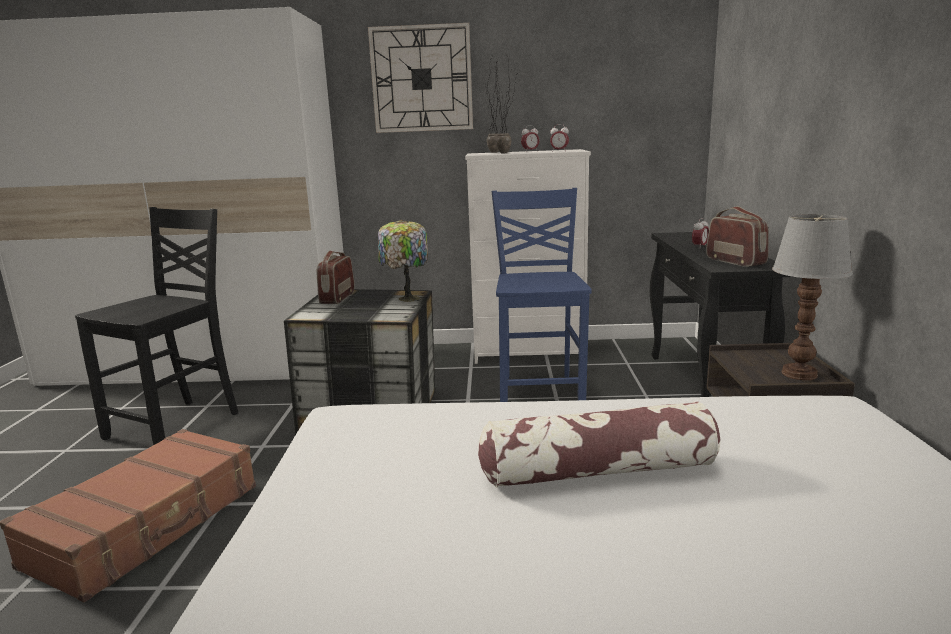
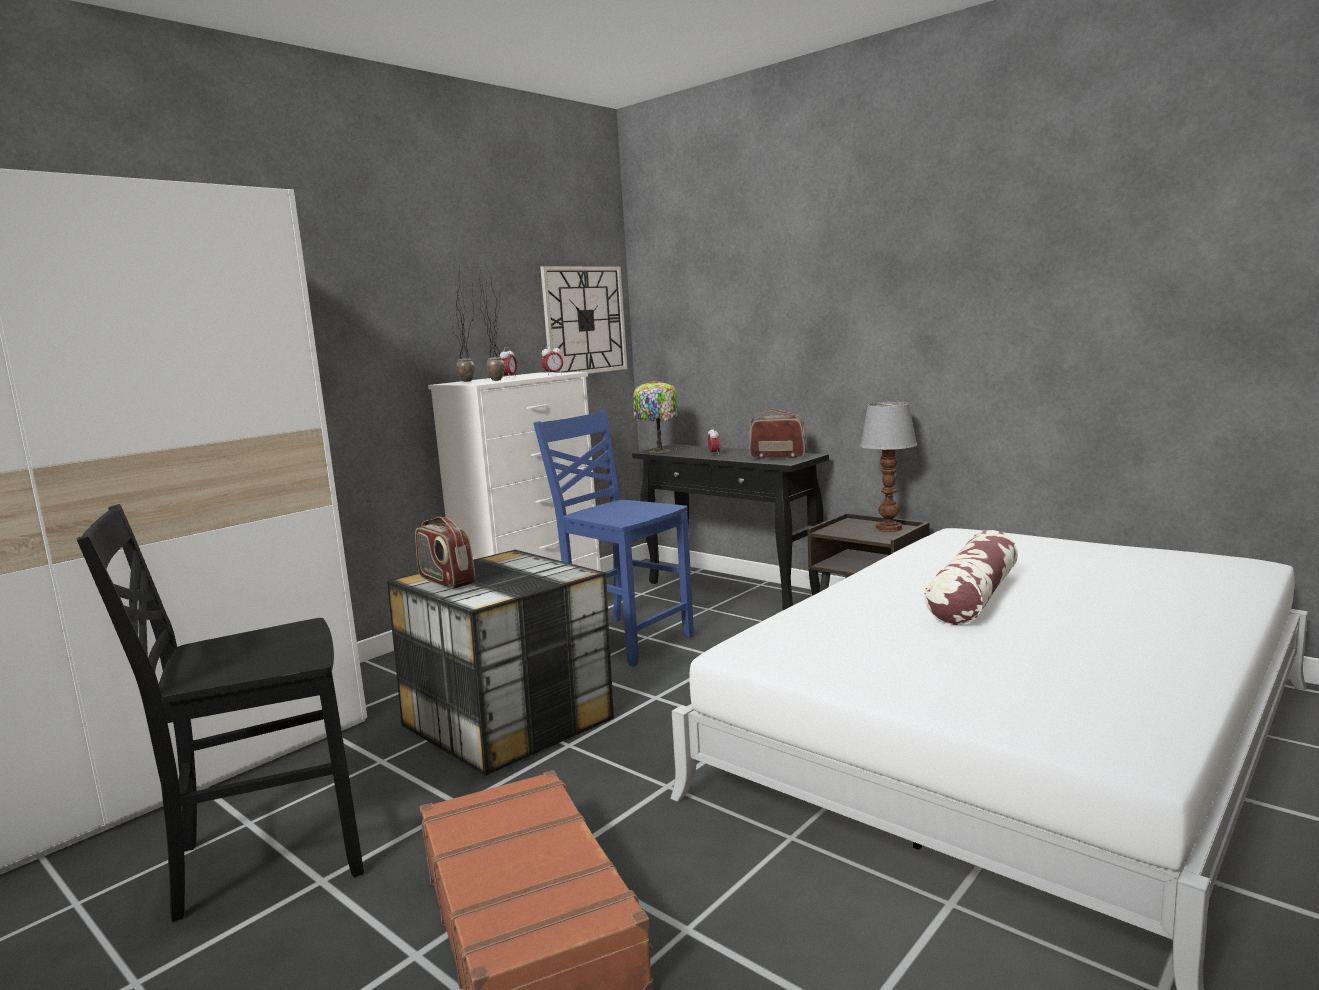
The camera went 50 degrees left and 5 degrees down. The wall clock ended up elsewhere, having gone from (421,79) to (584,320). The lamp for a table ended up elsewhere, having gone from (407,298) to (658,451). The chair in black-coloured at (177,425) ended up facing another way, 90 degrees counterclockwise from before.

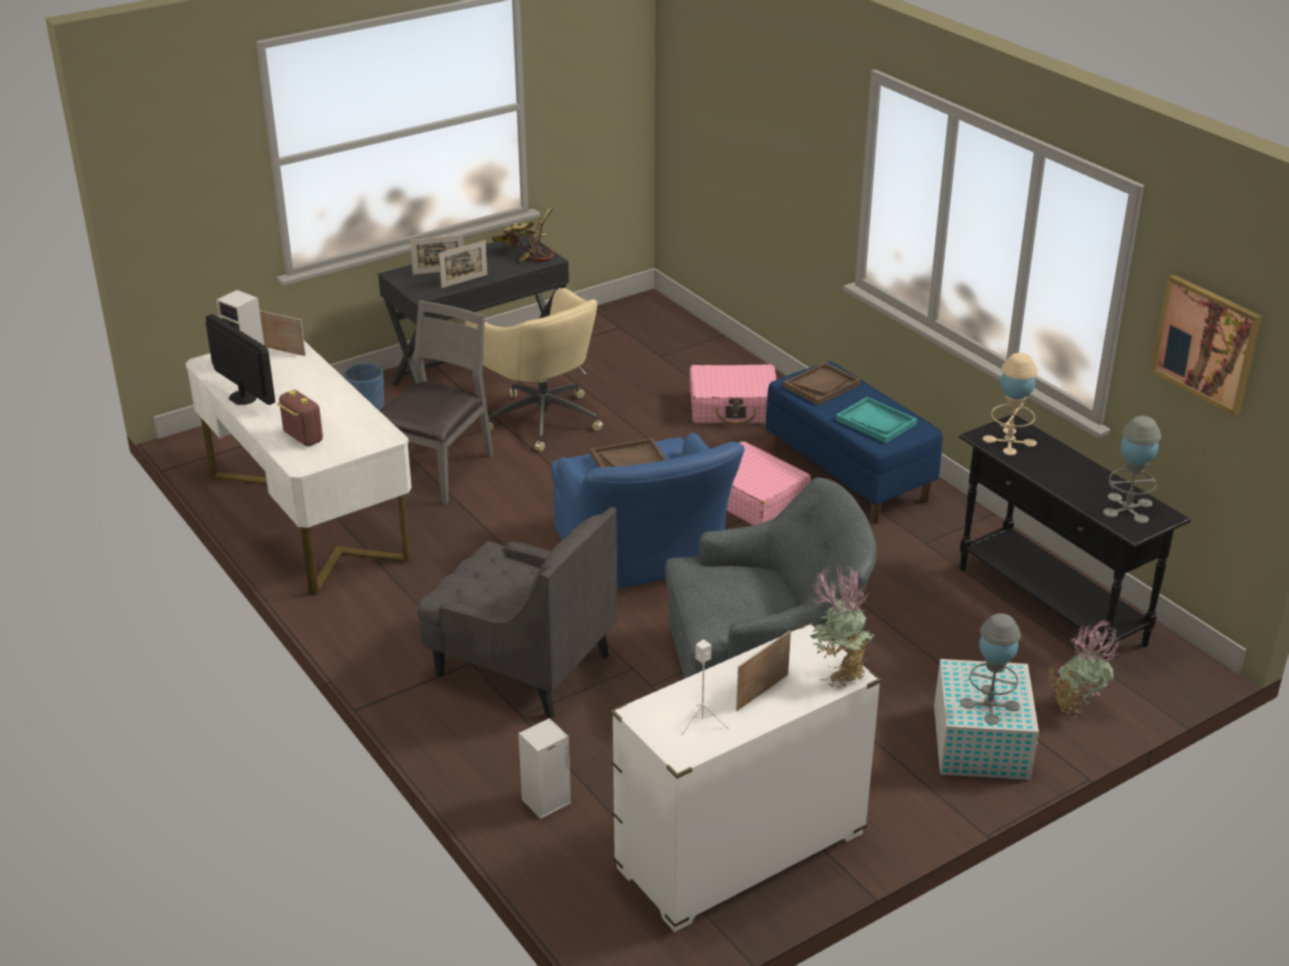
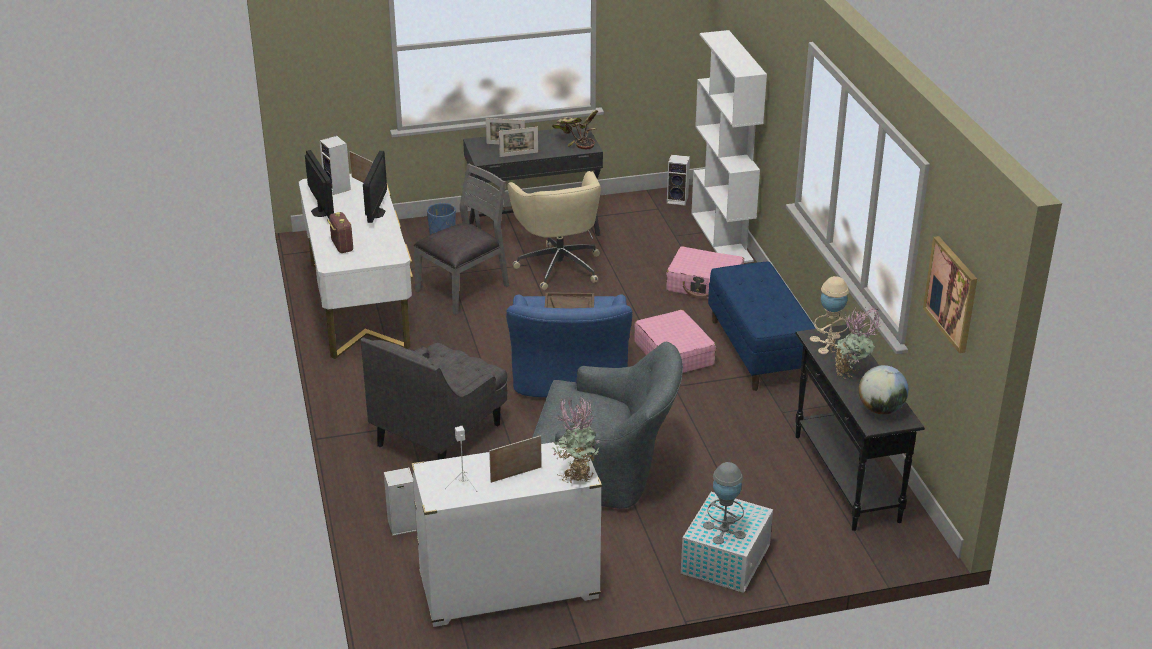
The camera went 20 degrees right and 0 degrees up. The second view lost the tray in brown at (821,385). The second view lost the tray in turquoise at (876,422). The second view gained the computer display at (375,213). The second view gained the speaker at (678,200). The second view gained the bookcase in white-coloured at (722,237). The potted plant ended up elsewhere, having gone from (1076,706) to (851,373). Where the lamp for a table in gray stood at (1127,508), the globe came to stand at (881,409). The lounge chair in gray at (520,665) ended up facing another way, 75 degrees clockwise from before.

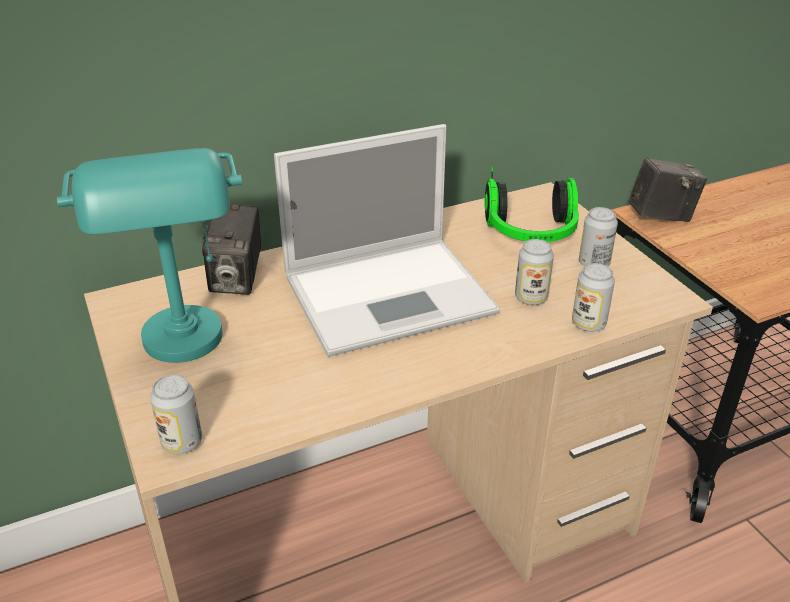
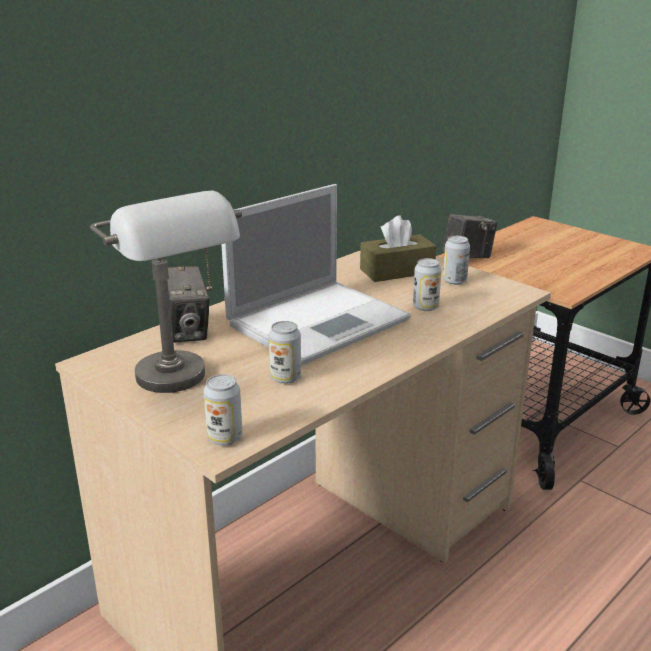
The camera went 20 degrees left and 10 degrees down. The metal can ended up elsewhere, having gone from (588,324) to (285,378). Where the headphones stood at (531,234), the tissue holder in brown came to stand at (397,271). What was the lamp for a table in turquoise at (188,354) turned into the lamp for a table in gray at (183,384).

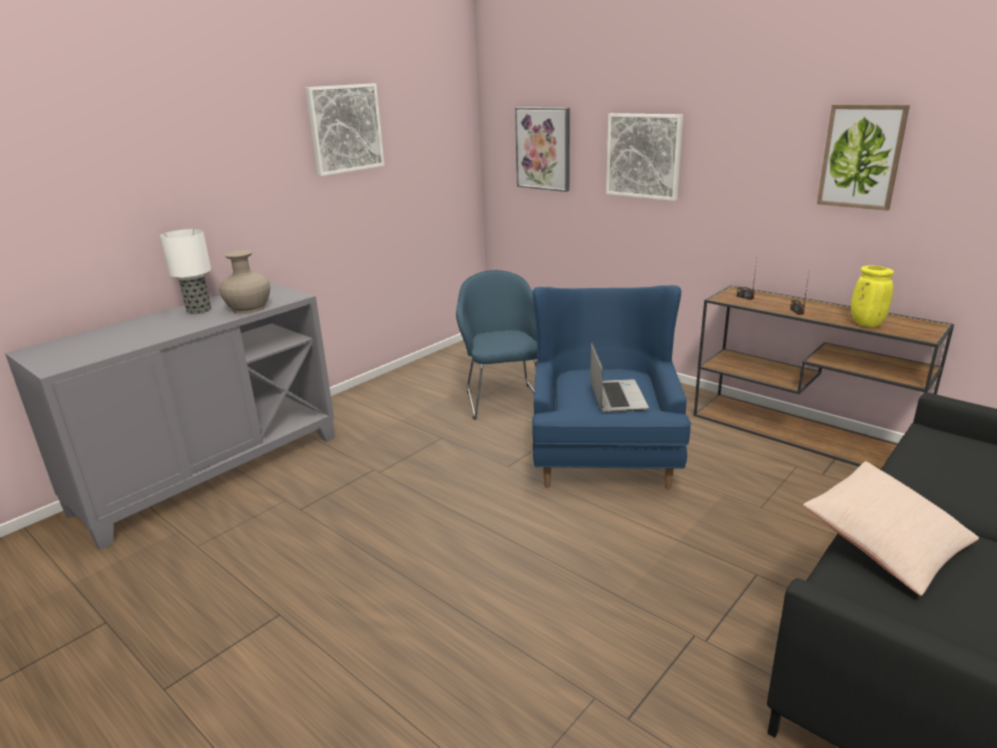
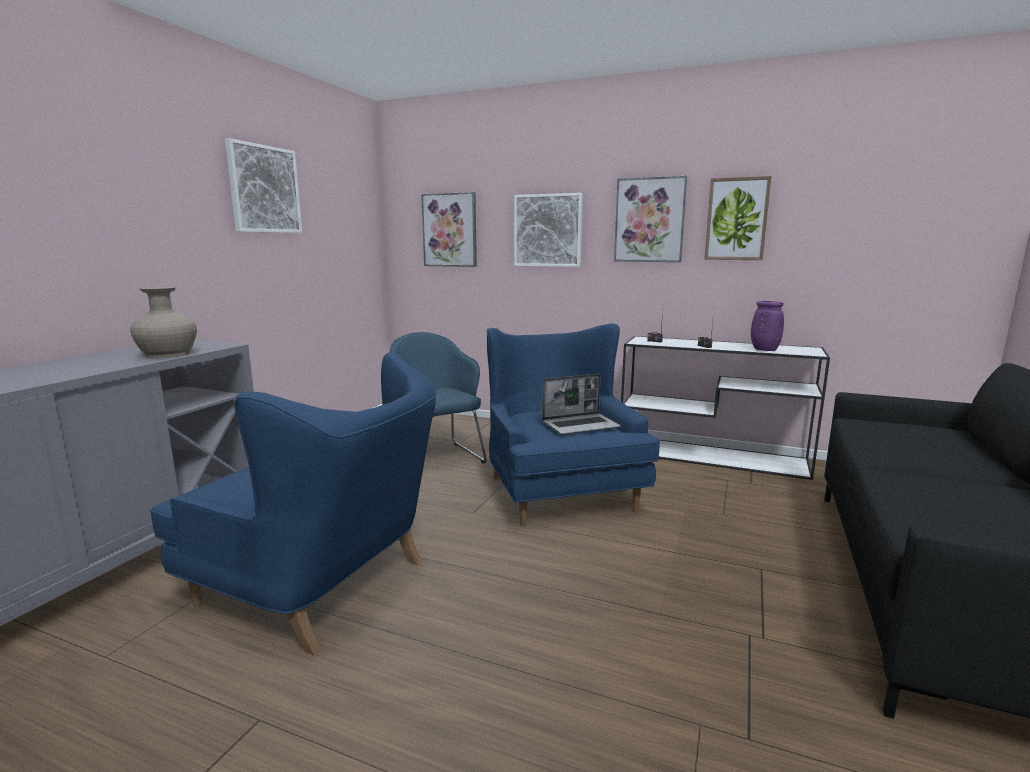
The camera went 20 degrees left and 10 degrees down. The second view lost the lamp for a table at (199,310). The second view lost the pillow in beige at (885,543). The second view gained the lounge chair in bluish at (319,584). The second view gained the wall picture at (649,220). What was the narrow table in brown at (803,433) turned into the narrow table in white-coloured at (713,456). What was the vase in yellow-coloured at (865,324) turned into the vase in purple-coloured at (763,350). The laptop at (616,397) ended up facing another way, 90 degrees clockwise from before.

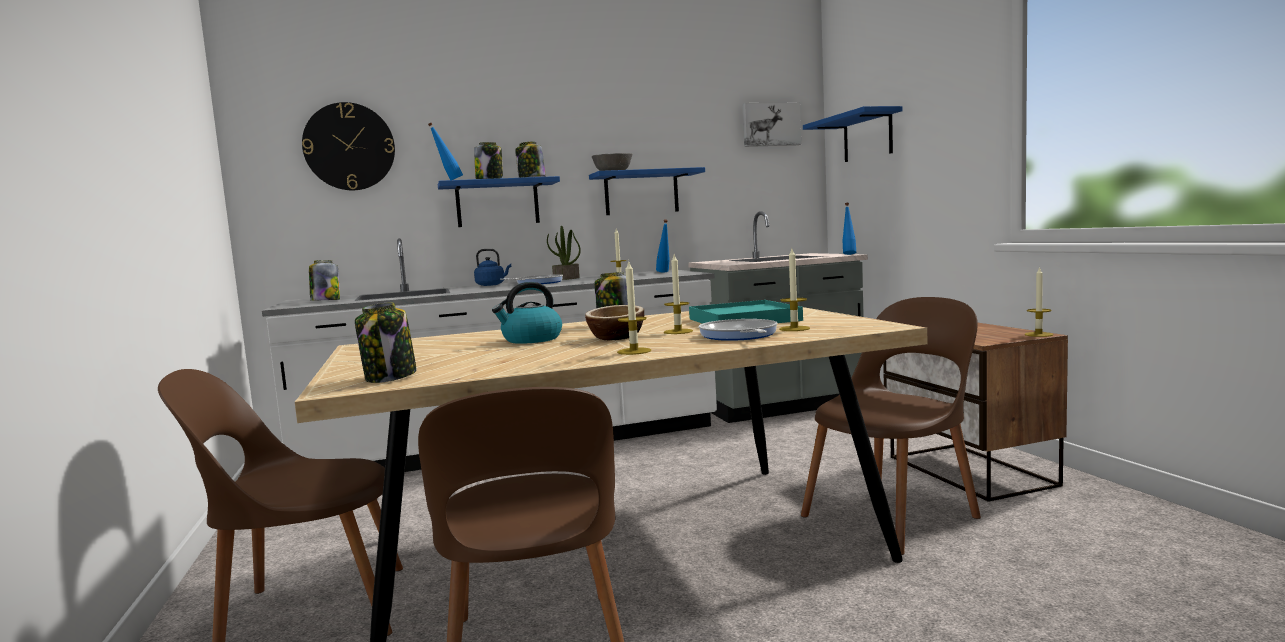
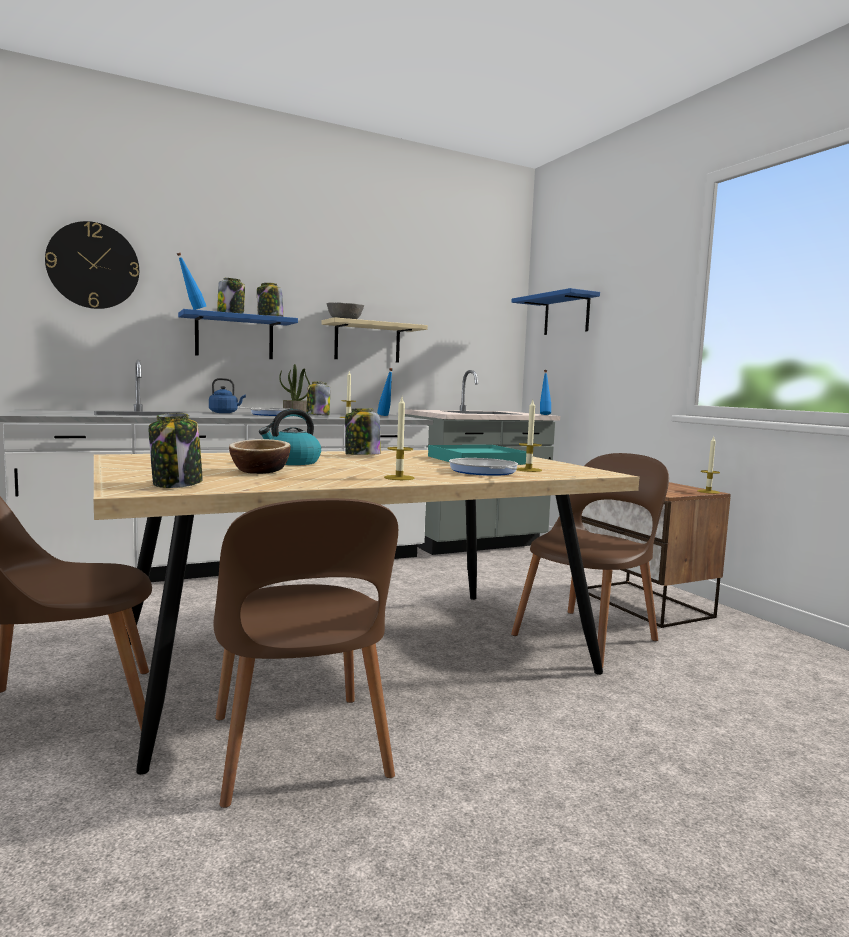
The camera went 10 degrees left and 0 degrees up. The second view lost the wax candle at (678,331). The second view lost the wall picture at (770,125). The storage jar ended up elsewhere, having gone from (325,301) to (317,415). The serving bowl ended up elsewhere, having gone from (616,337) to (260,471). What was the shelf in bluish at (641,193) turned into the shelf in beige at (367,342).

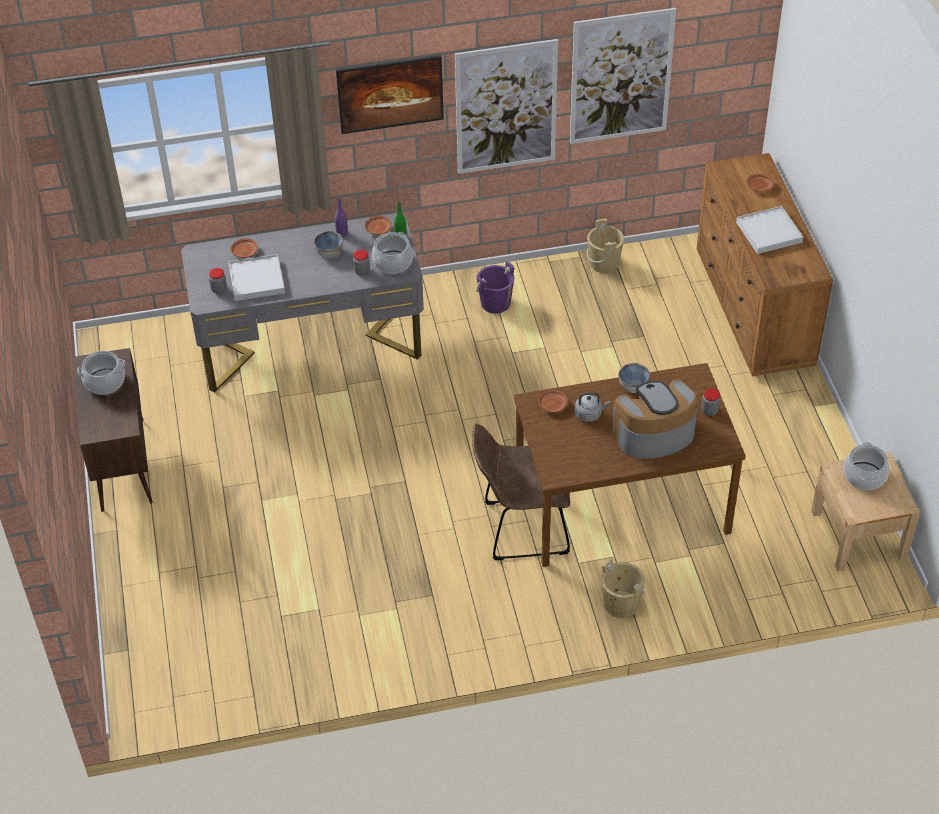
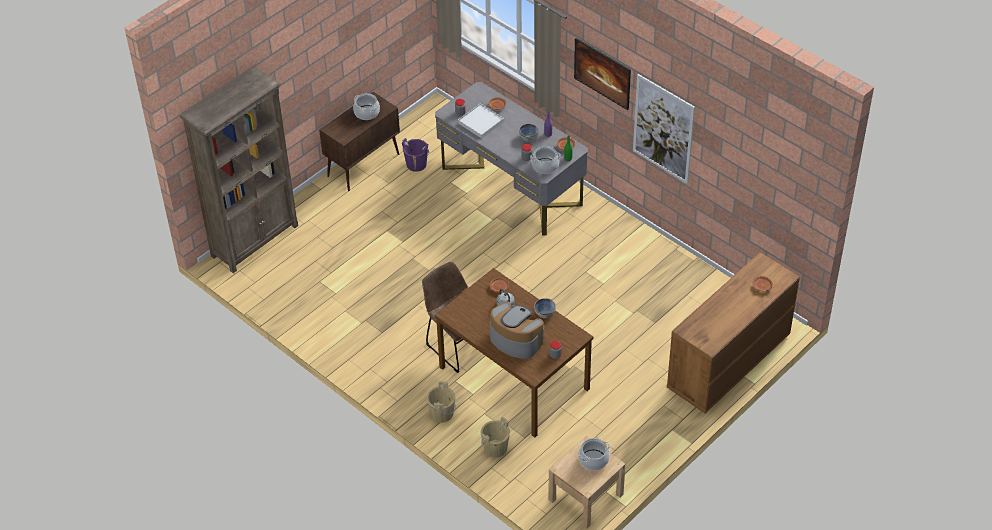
The camera went 55 degrees right and 0 degrees up. The second view lost the wall picture at (621,77). The second view lost the tray in white-coloured at (769,232). The second view gained the bookcase in brown at (255,240). The pail in purple-coloured ended up elsewhere, having gone from (495,303) to (416,164). The pail in beige ended up elsewhere, having gone from (604,263) to (495,448).

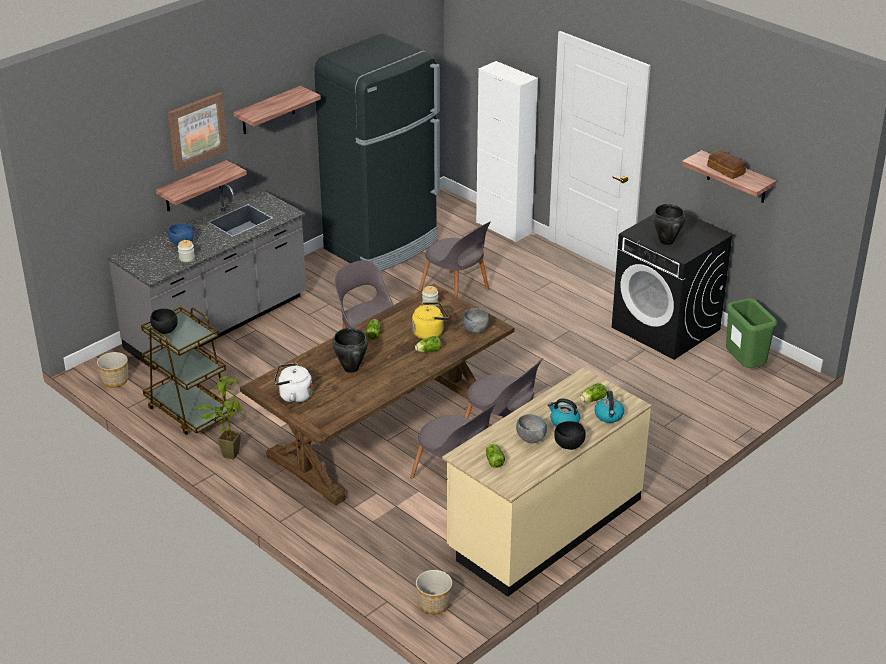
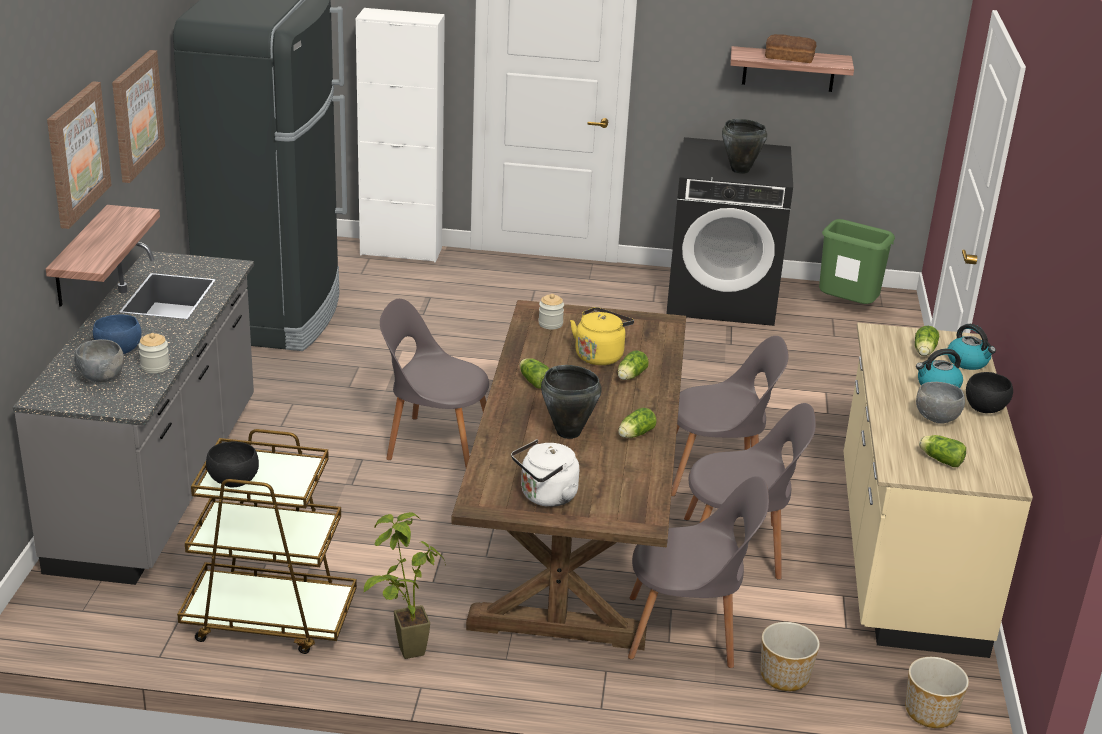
The camera went 40 degrees left and 5 degrees down. The second view gained the lettuce head at (634,434). The plant pot ended up elsewhere, having gone from (115,381) to (785,677). The chair in gray ended up elsewhere, having gone from (456,292) to (687,632). The serving bowl in gray ended up elsewhere, having gone from (475,330) to (101,377). Where the shelf hung at (268,111), the wall picture came to hang at (136,115).

